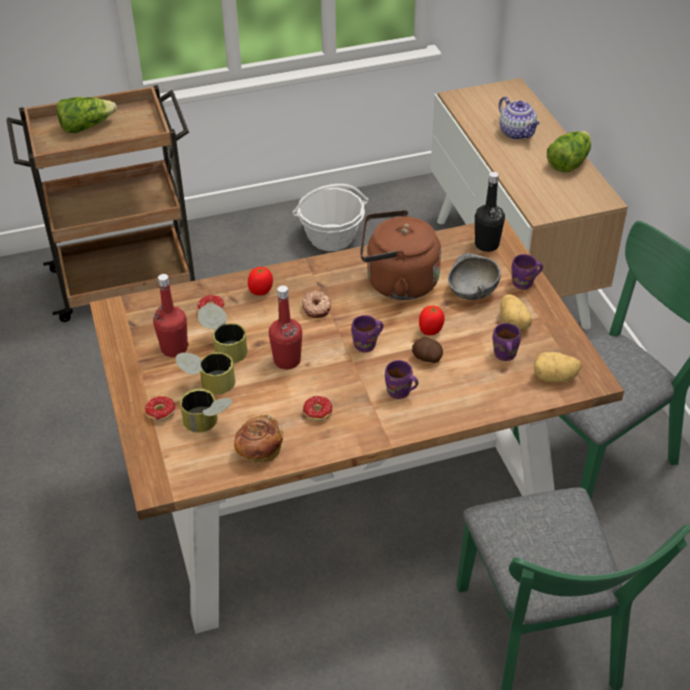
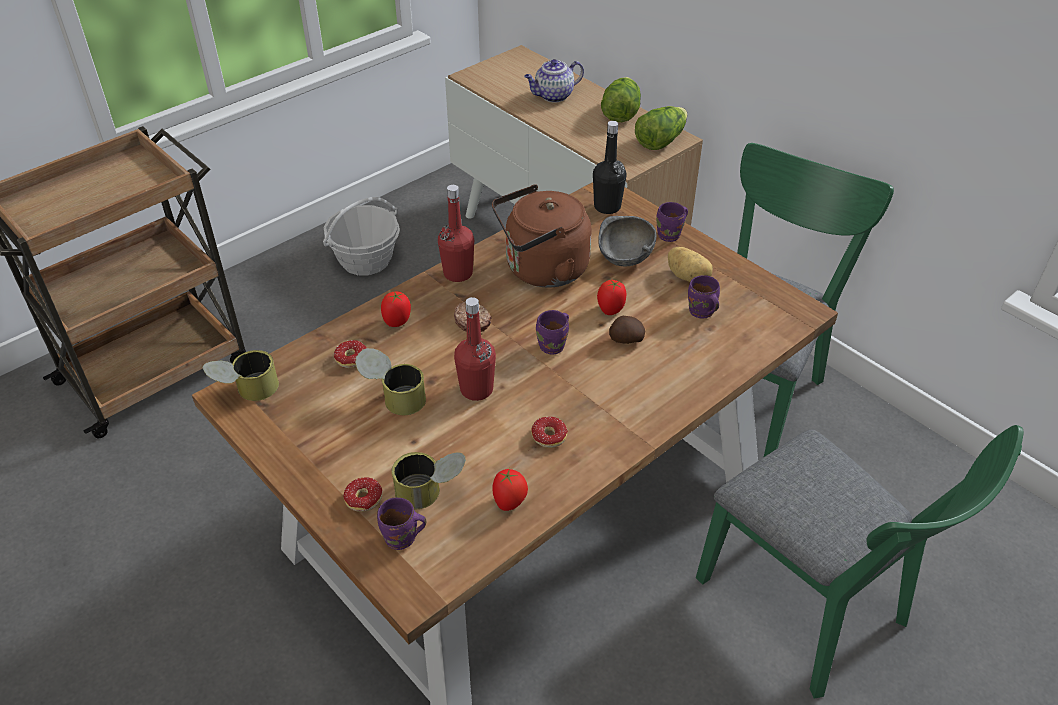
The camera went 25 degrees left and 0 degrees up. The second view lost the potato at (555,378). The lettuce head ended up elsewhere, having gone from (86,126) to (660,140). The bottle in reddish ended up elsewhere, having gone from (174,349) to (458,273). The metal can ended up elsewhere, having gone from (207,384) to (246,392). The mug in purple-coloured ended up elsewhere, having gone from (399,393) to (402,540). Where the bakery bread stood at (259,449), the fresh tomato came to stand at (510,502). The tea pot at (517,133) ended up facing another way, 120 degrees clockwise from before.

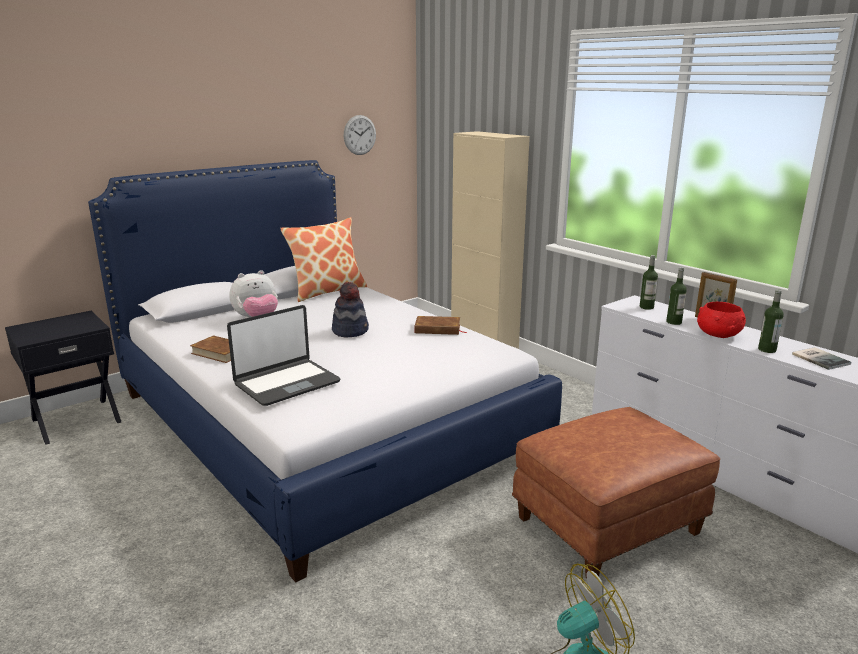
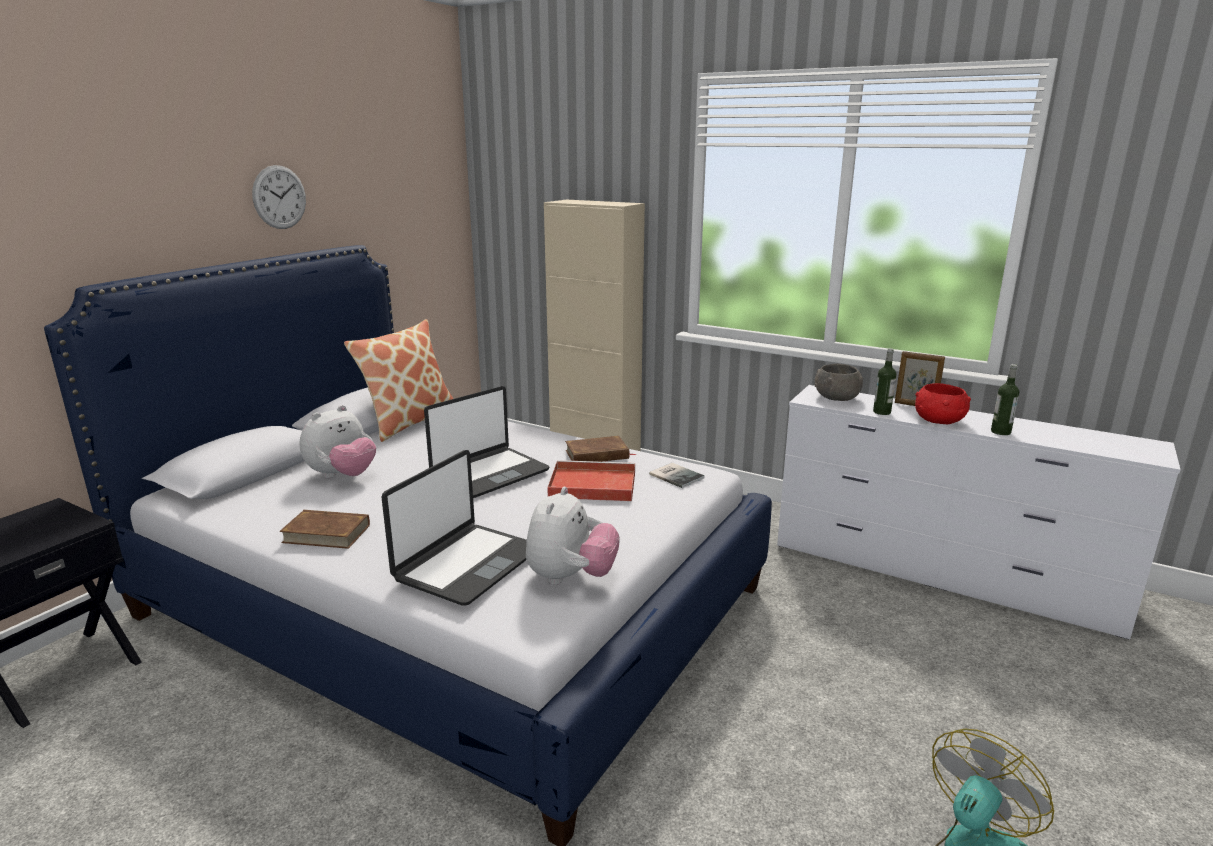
The camera went 20 degrees left and 0 degrees up. The second view lost the footrest in brown at (608,524). The second view gained the soft toy at (571,577). The second view gained the tray in reddish at (590,485). The wall clock ended up elsewhere, having gone from (359,135) to (279,197). The volume ended up elsewhere, having gone from (820,358) to (676,475). Where the clothing hat stood at (350,331), the laptop came to stand at (489,473). Where the bottle stood at (646,307), the serving bowl in gray came to stand at (836,398).

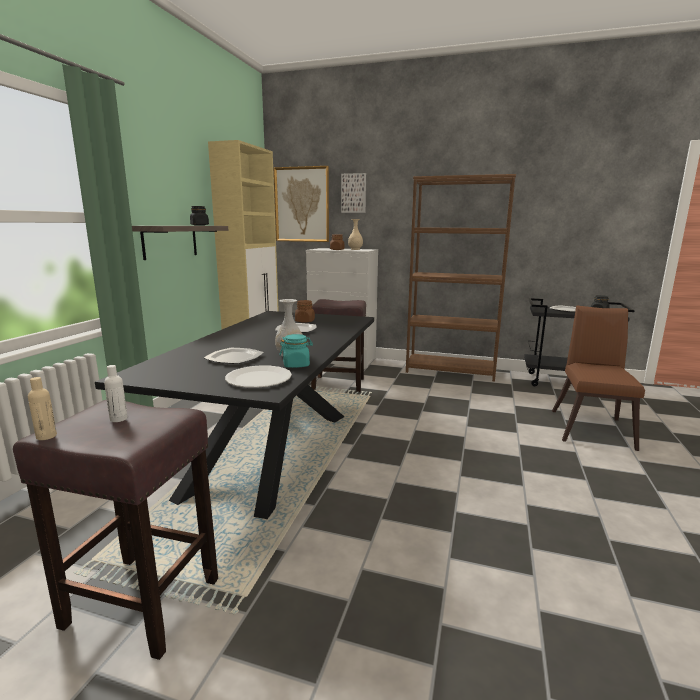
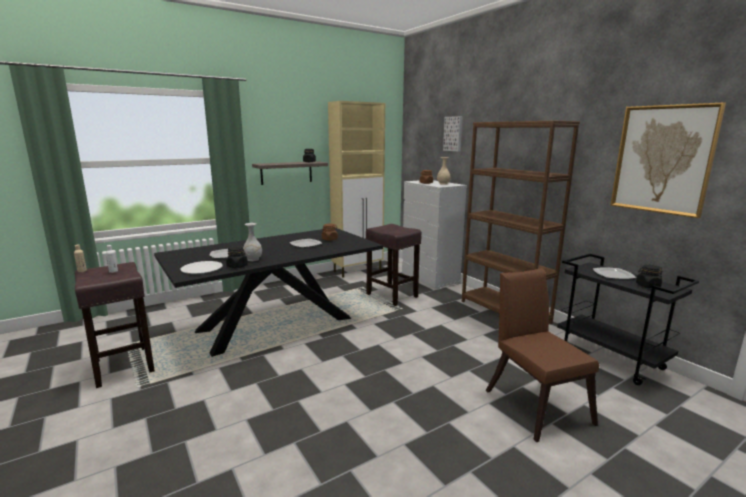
The camera went 40 degrees right and 0 degrees up. The wall picture ended up elsewhere, having gone from (302,205) to (662,159). What was the storage jar in turquoise at (296,365) turned into the storage jar in black-coloured at (237,266). The chair in brown at (591,427) ended up facing another way, 75 degrees counterclockwise from before.

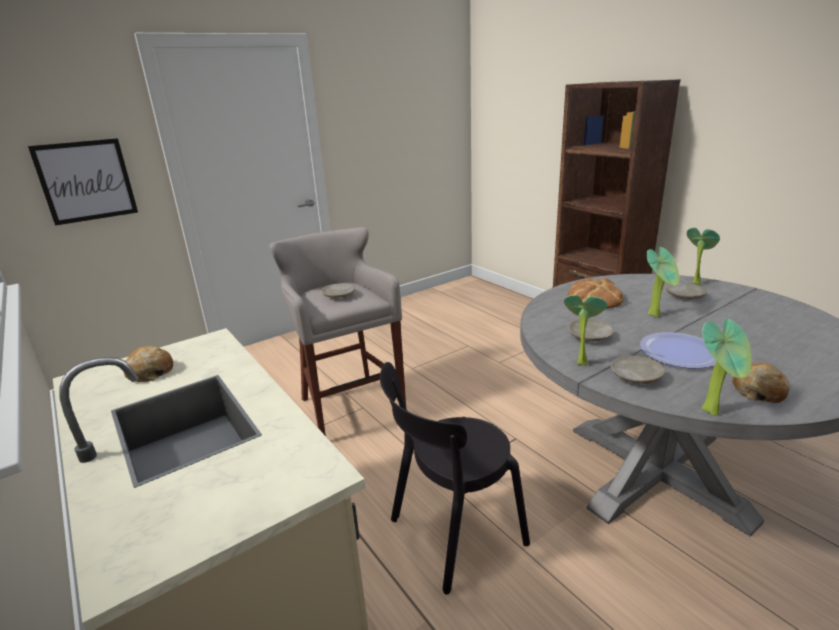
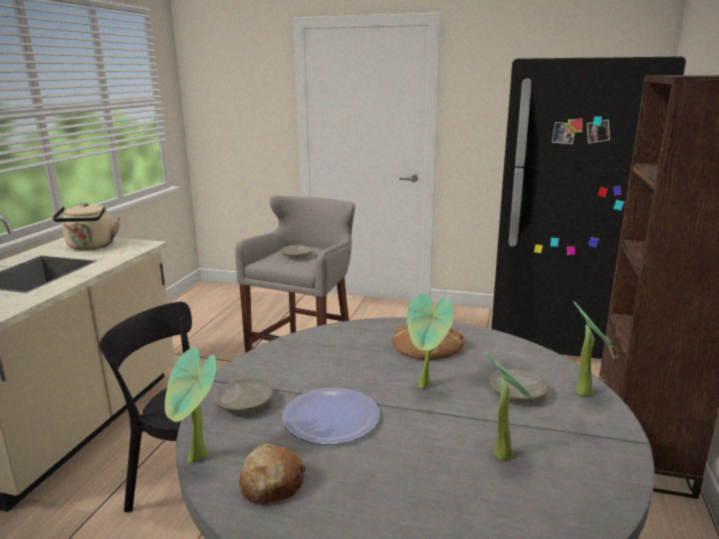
The camera went 50 degrees right and 5 degrees down. The second view lost the wall picture at (86,181). The second view lost the plate in beige at (589,336). The second view gained the refrigerator in black-coloured at (556,337). The potted plant ended up elsewhere, having gone from (580,361) to (504,453). Where the bakery bread stood at (150,372), the water kettle in beige came to stand at (90,247).

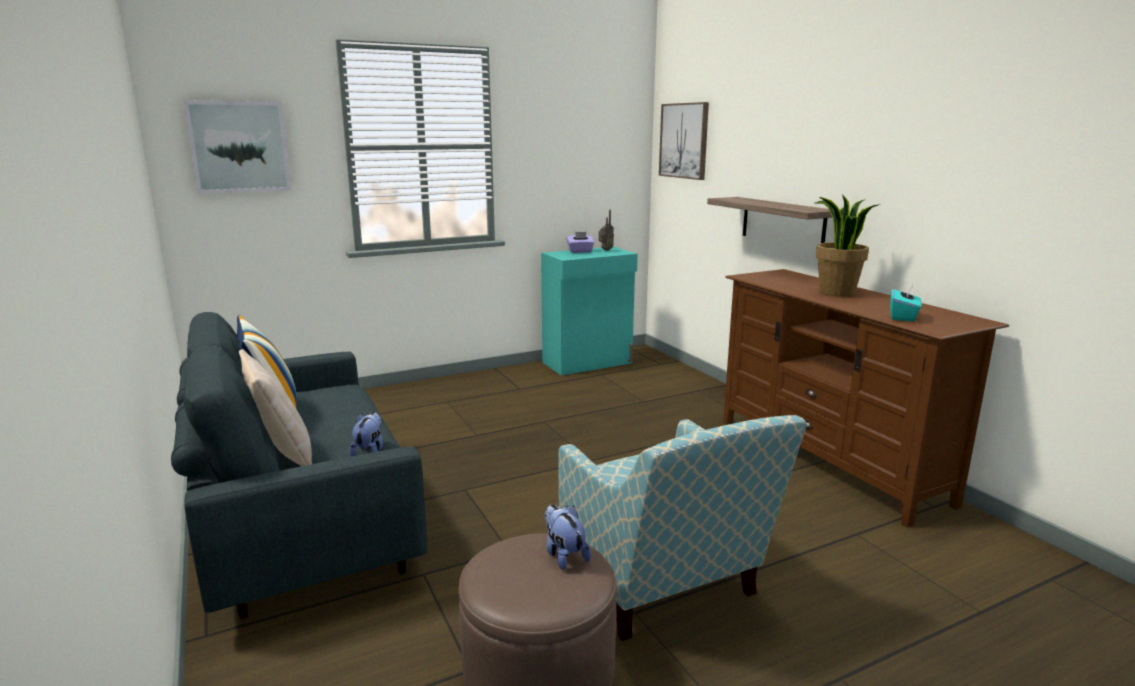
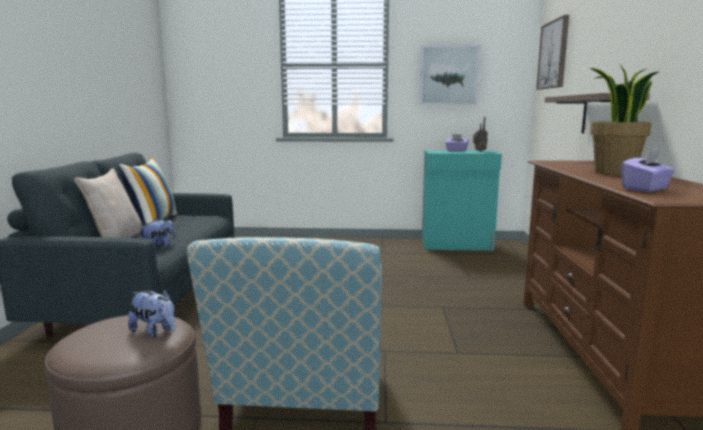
The camera went 30 degrees right and 5 degrees down. The wall picture ended up elsewhere, having gone from (239,147) to (448,75). What was the tissue holder in turquoise at (903,317) turned into the tissue holder in purple-coloured at (645,189). The soft toy at (564,555) ended up facing another way, 120 degrees clockwise from before.

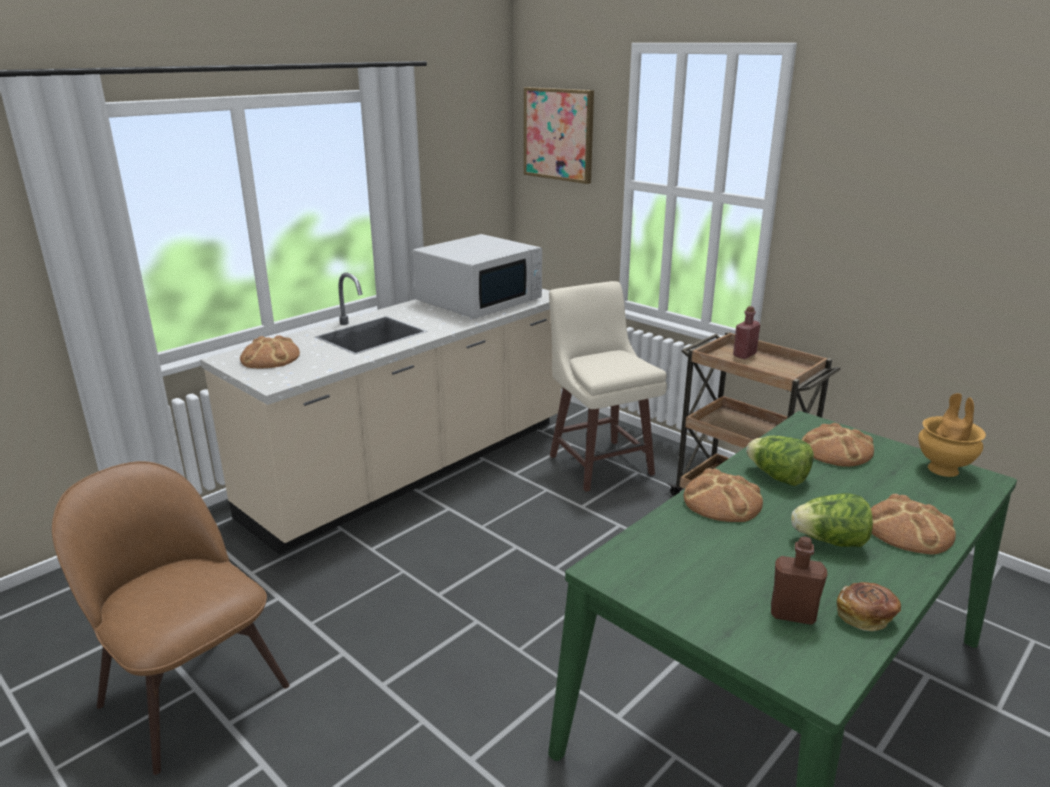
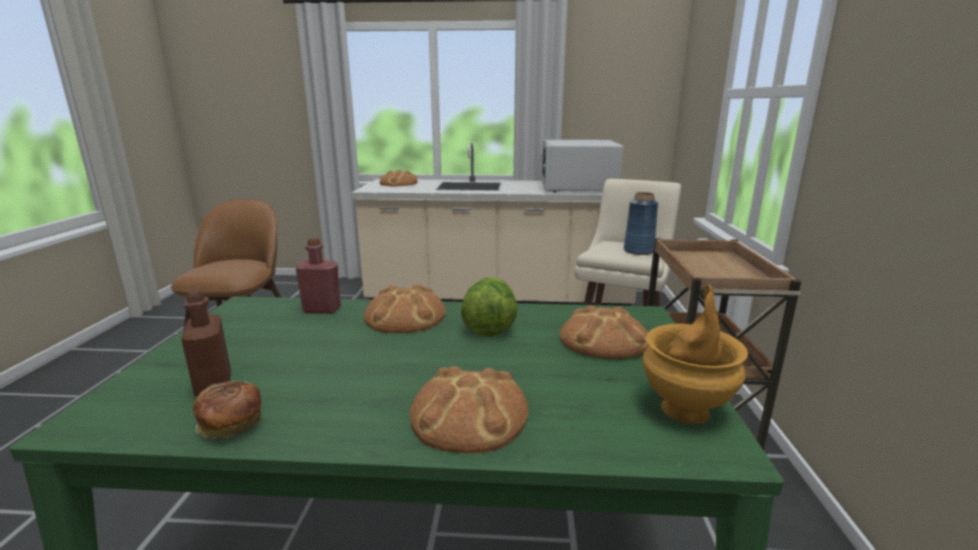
The camera went 50 degrees right and 5 degrees down. The second view lost the wall picture at (559,134). The second view lost the lettuce head at (830,541). The second view gained the vase in bluish at (638,251). The bottle in reddish ended up elsewhere, having gone from (744,355) to (322,309). The kitchen microwave in white-coloured at (480,300) ended up facing another way, 90 degrees clockwise from before.

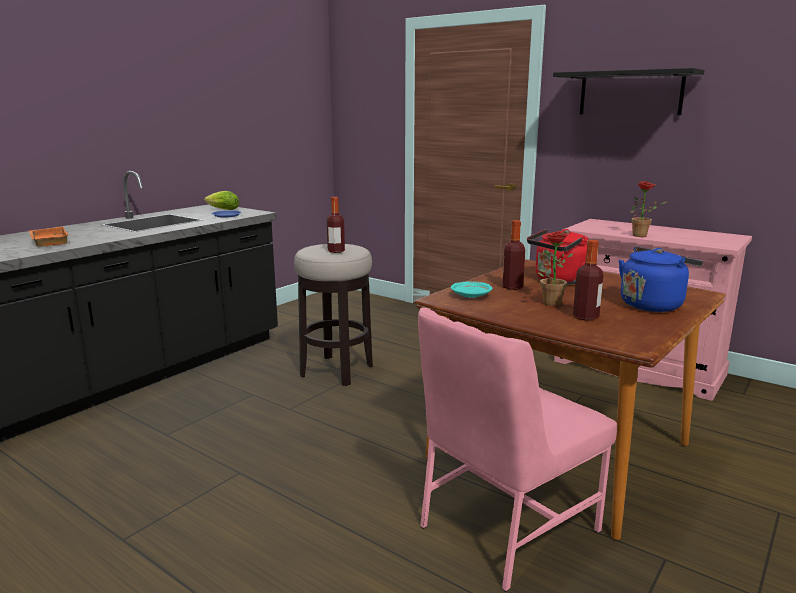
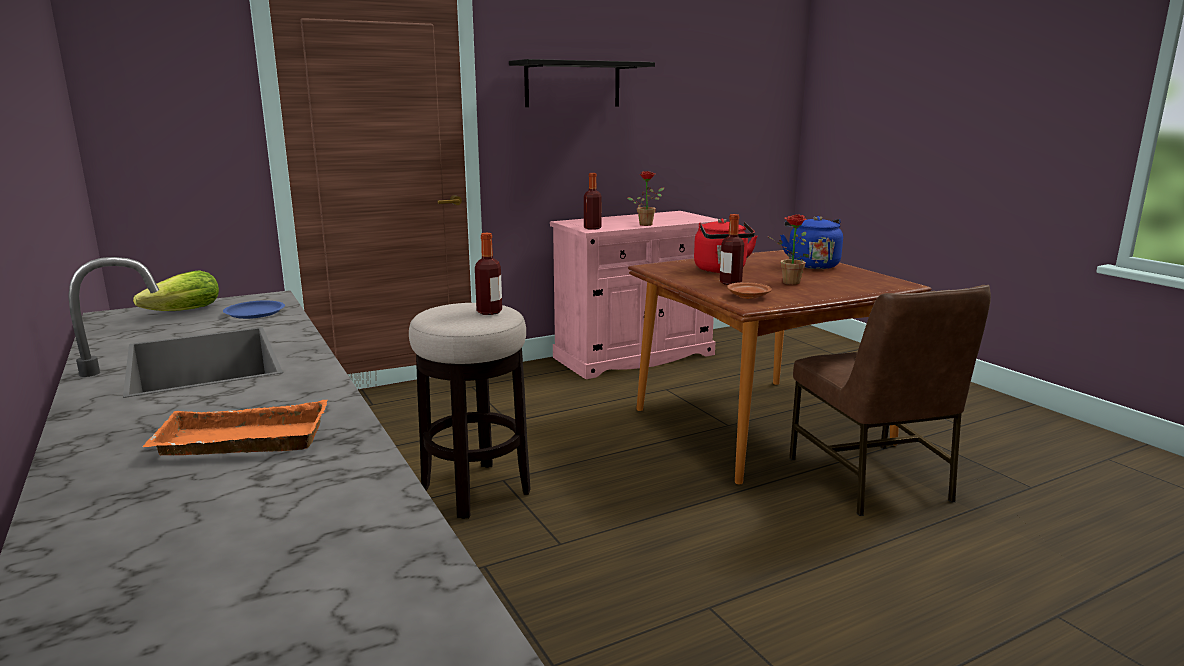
The camera went 65 degrees left and 0 degrees up. The bottle ended up elsewhere, having gone from (585,317) to (592,228). What was the chair in pink-coloured at (505,528) turned into the chair in brown at (871,480). What was the plate in turquoise at (471,295) turned into the plate in brown at (748,296).

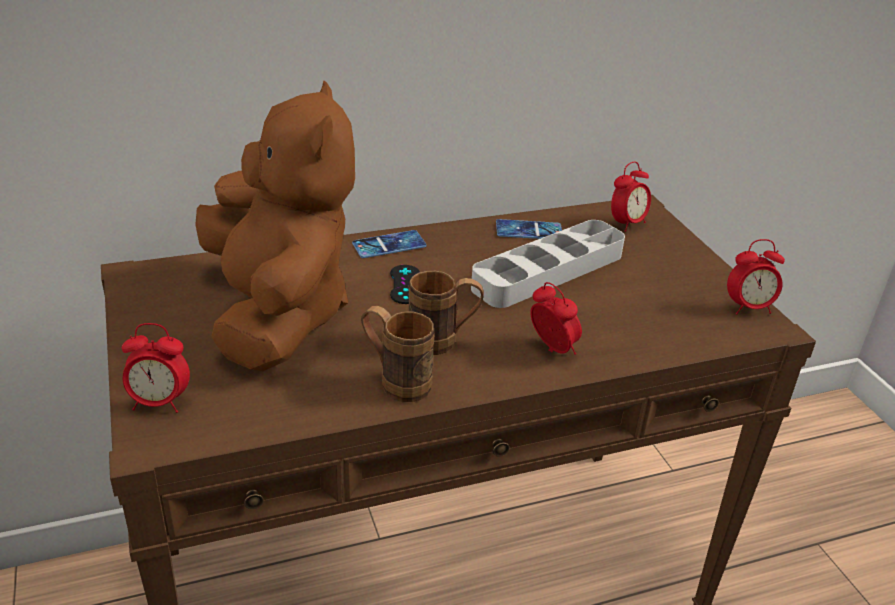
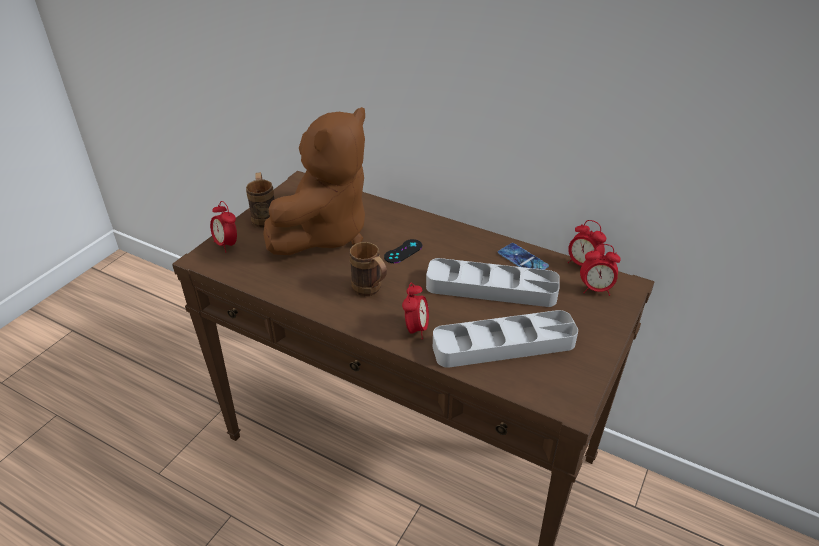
The camera went 50 degrees right and 5 degrees up. The second view lost the handset at (389,245). The second view gained the tray in gray at (504,344). The mug in brown ended up elsewhere, having gone from (396,382) to (264,216). The alarm clock ended up elsewhere, having gone from (748,308) to (582,264).

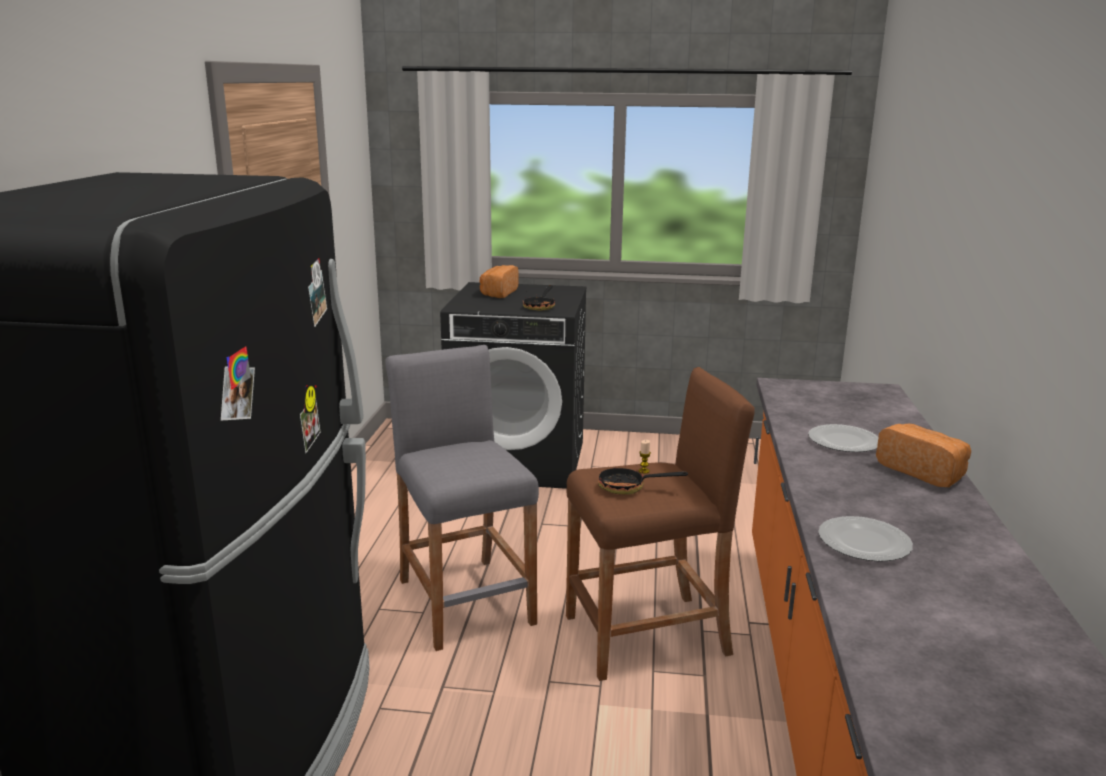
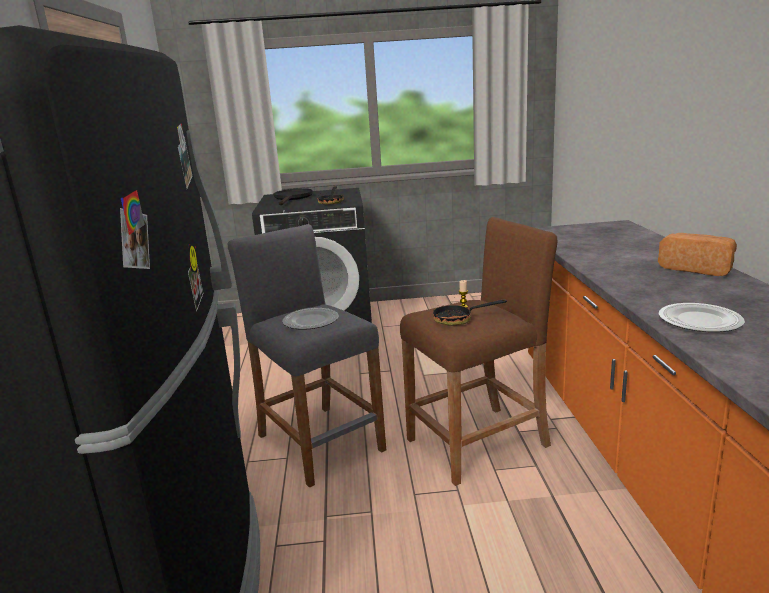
The camera went 10 degrees left and 0 degrees up. The plate ended up elsewhere, having gone from (844,441) to (311,321). Where the bakery bread stood at (498,293), the pan in black-coloured came to stand at (292,198).

